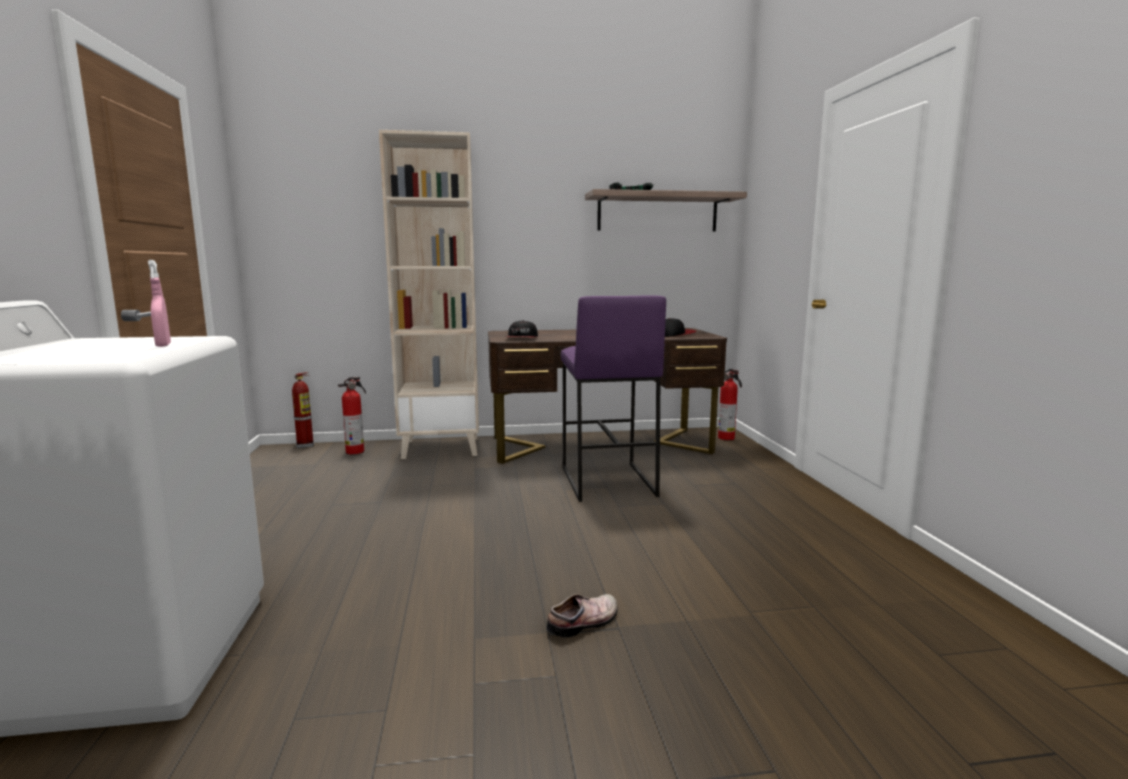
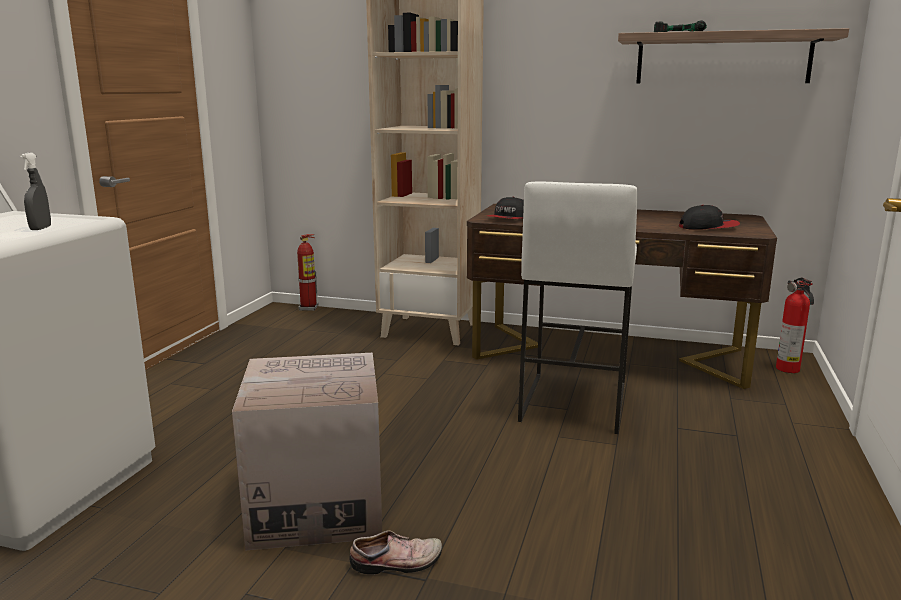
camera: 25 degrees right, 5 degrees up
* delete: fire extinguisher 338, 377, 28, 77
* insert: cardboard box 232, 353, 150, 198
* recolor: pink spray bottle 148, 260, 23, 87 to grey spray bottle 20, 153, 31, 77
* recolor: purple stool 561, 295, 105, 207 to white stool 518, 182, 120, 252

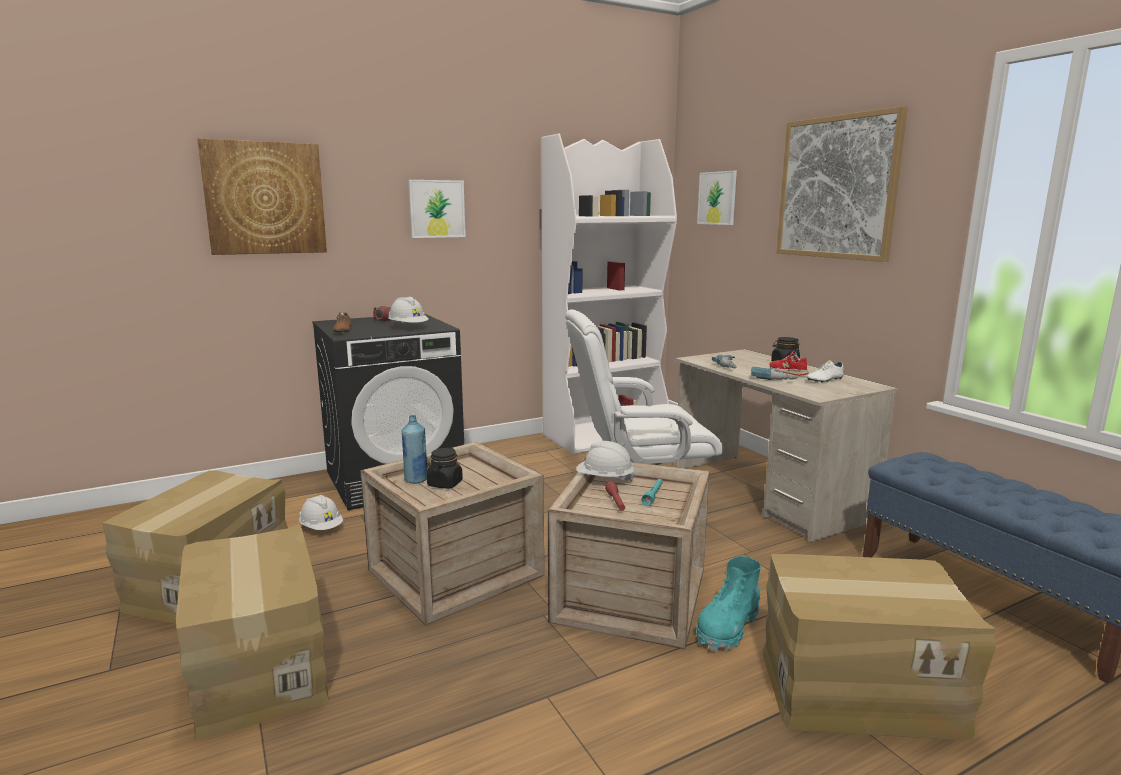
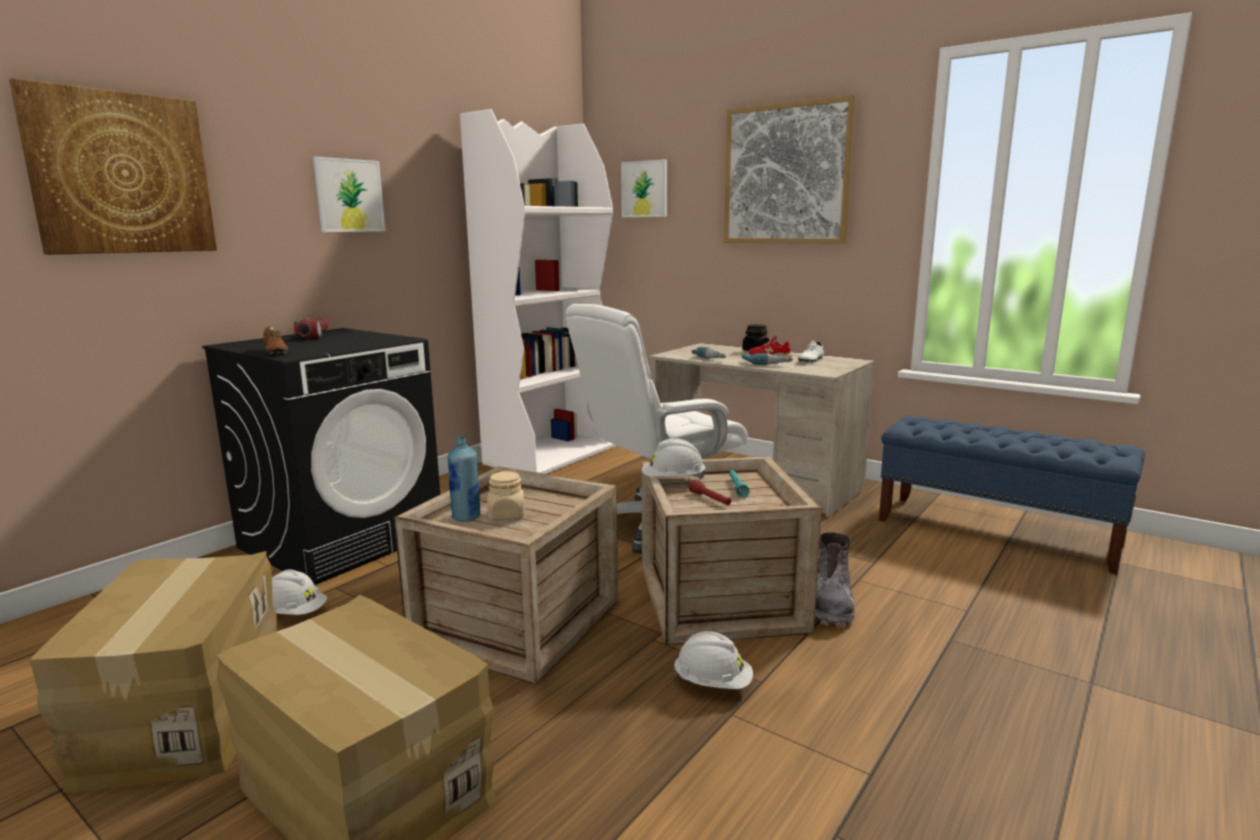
camera: 25 degrees left, 0 degrees up
* delete: cardboard box 763, 554, 233, 186
* move: white hard hat 388, 297, 41, 28 to 673, 631, 80, 58
* recolor: black jar 427, 448, 36, 40 to beige jar 487, 471, 37, 49
* recolor: turquoise boot 696, 556, 65, 95 to grey boot 815, 532, 40, 95

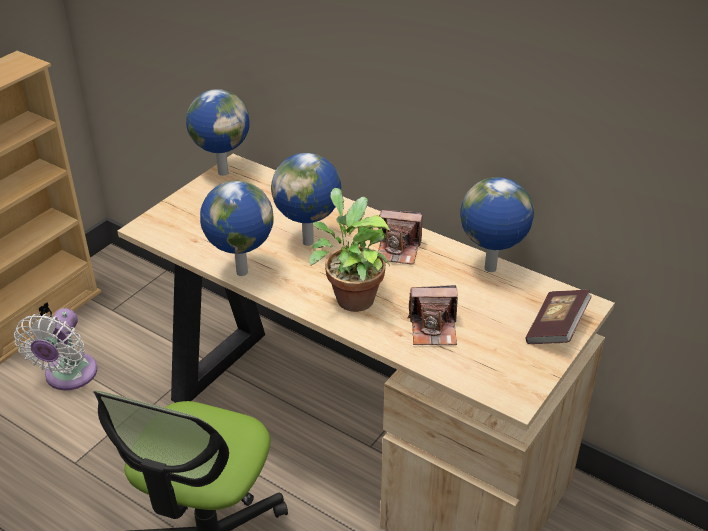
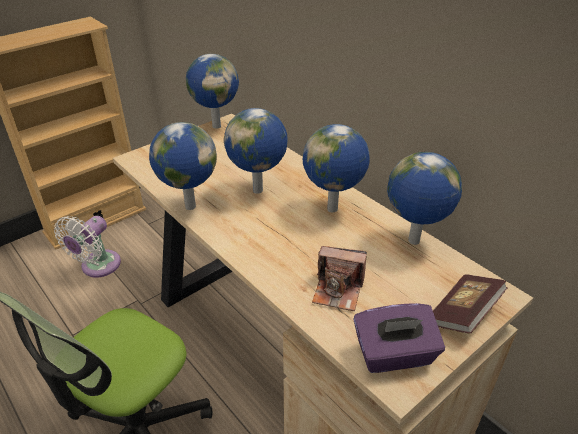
camera: 15 degrees right, 0 degrees up
* delete: potted plant 309, 188, 81, 124
* insert: purple tissue box 353, 303, 92, 70
* replace: photo camera 378, 210, 44, 55 to globe 303, 124, 67, 88

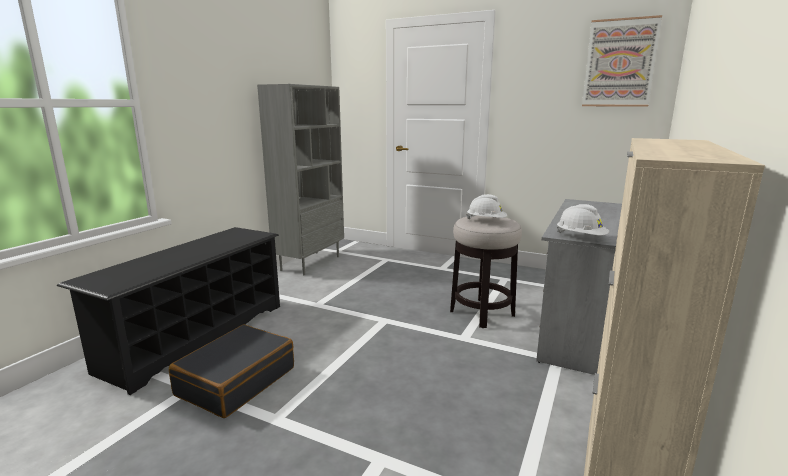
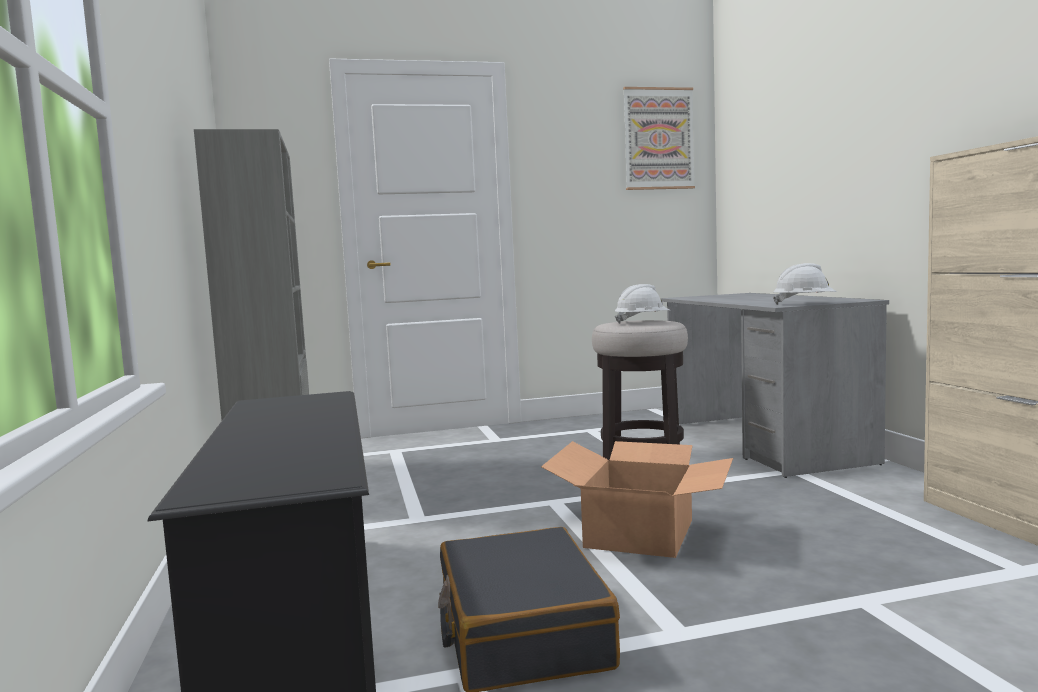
camera: 40 degrees left, 10 degrees down
* insert: cardboard box 541, 441, 192, 117

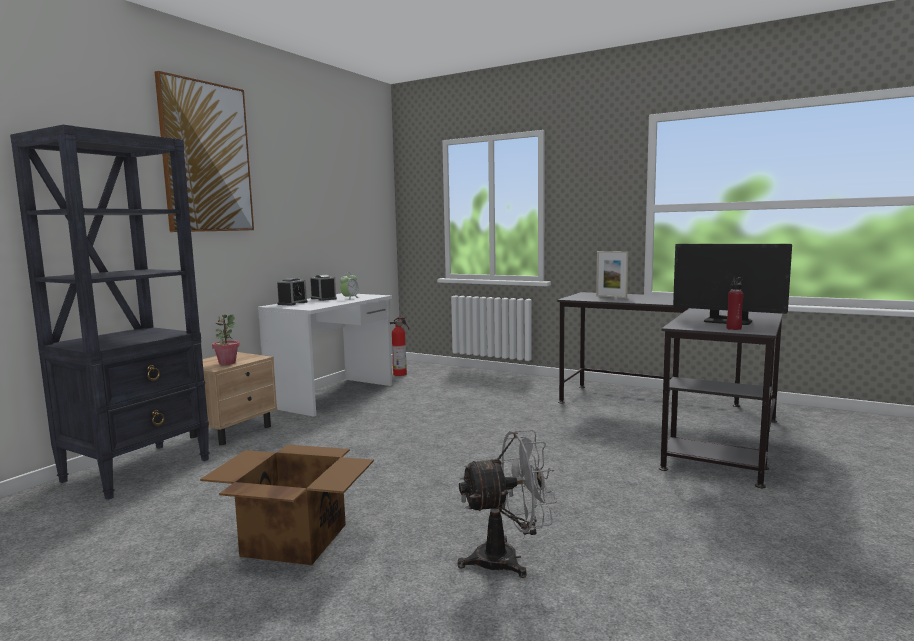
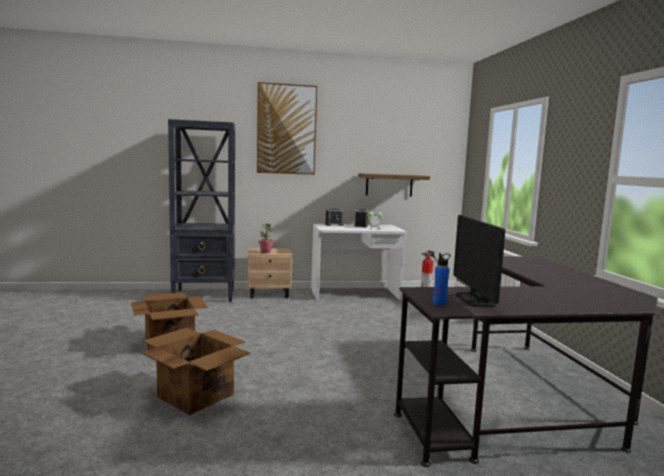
camera: 50 degrees right, 0 degrees up
* delete: picture frame 596, 251, 32, 47
* insert: shelf 359, 173, 71, 24
* replace: grey fan 457, 430, 100, 148 to cardboard box 141, 328, 109, 87
* recolor: red bottle 726, 277, 18, 53 to blue bottle 433, 253, 18, 53

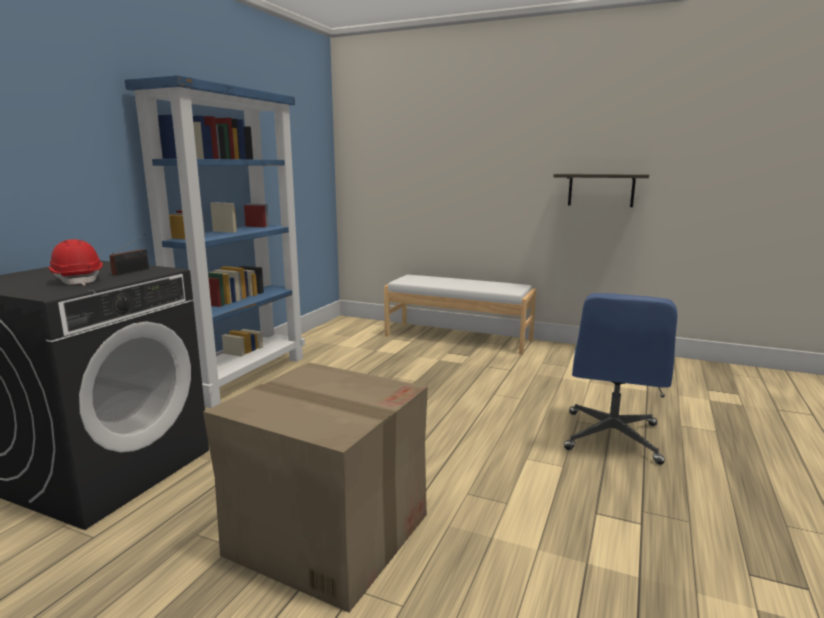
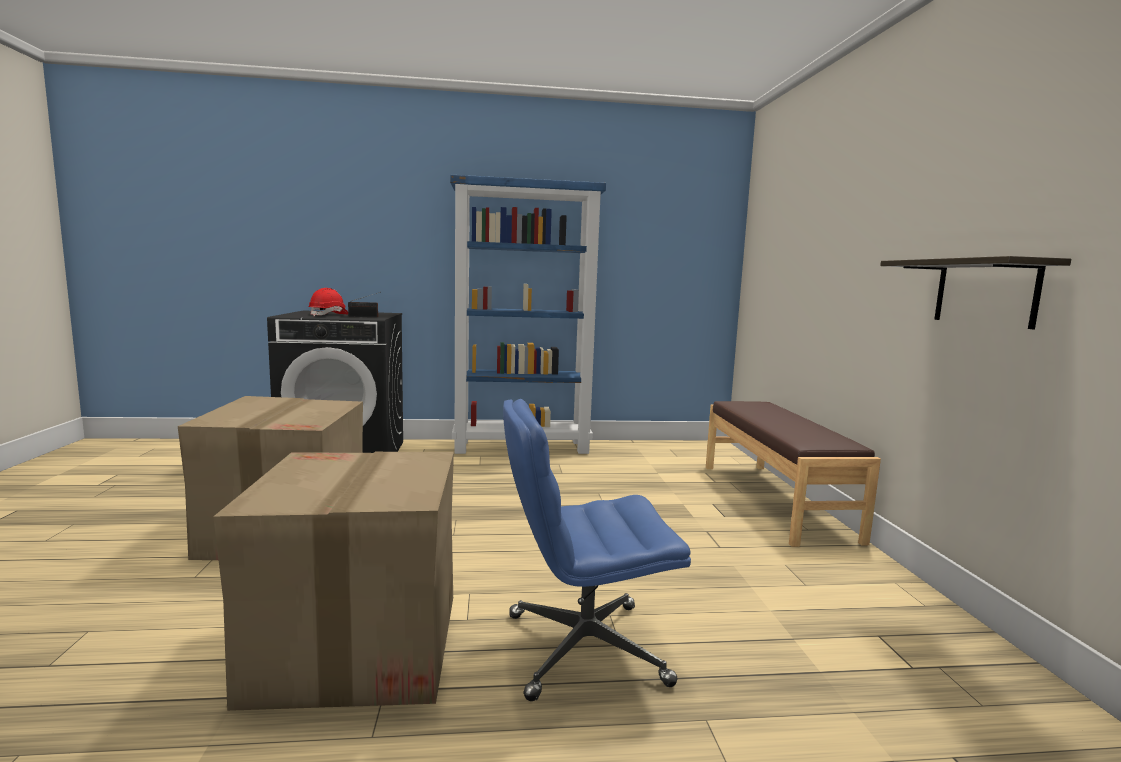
camera: 60 degrees right, 5 degrees down
* insert: cardboard box 213, 452, 241, 259
* recolor: white bench 384, 275, 152, 80 to brown bench 706, 401, 175, 146

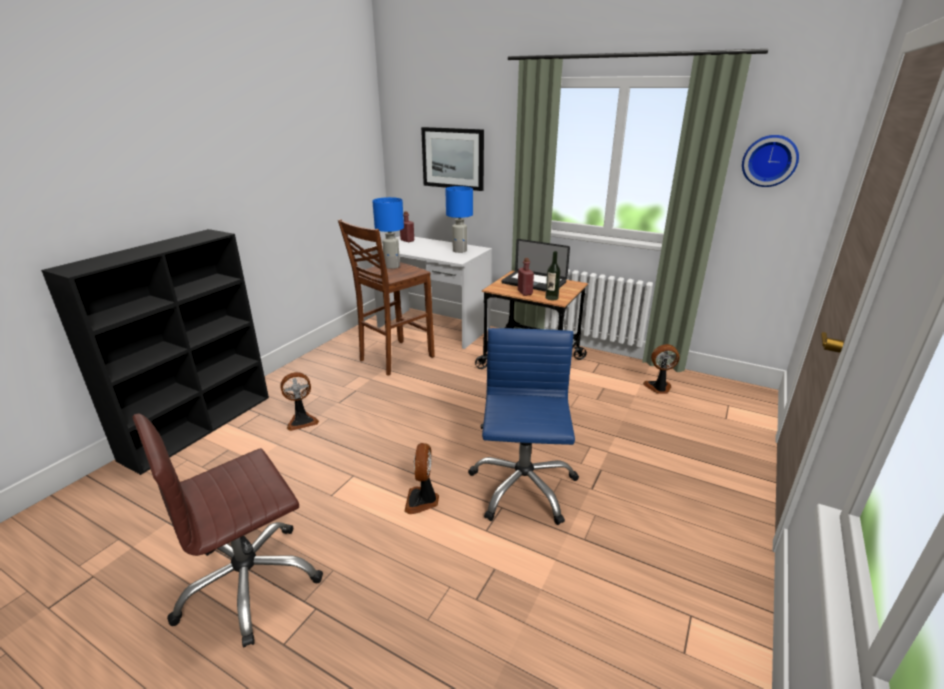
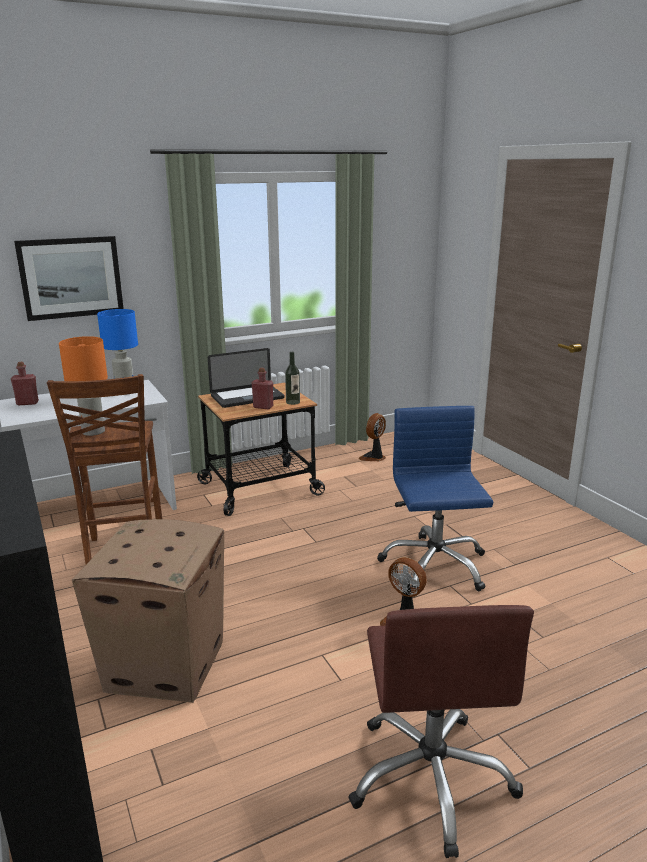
camera: 55 degrees left, 5 degrees down
* delete: wall clock 742, 135, 57, 52
* replace: fan 280, 372, 39, 59 to cardboard box 72, 519, 152, 184
* recolor: blue table lamp 372, 197, 32, 72 to orange table lamp 59, 336, 49, 100
* rotate: blue office chair 468, 328, 111, 197 = 377, 406, 116, 187 45 degrees clockwise

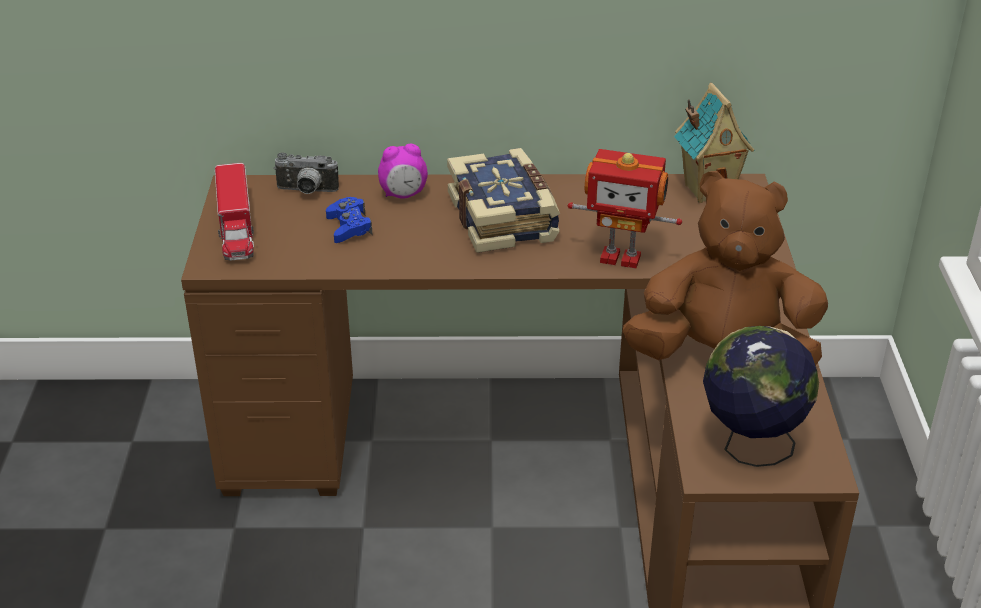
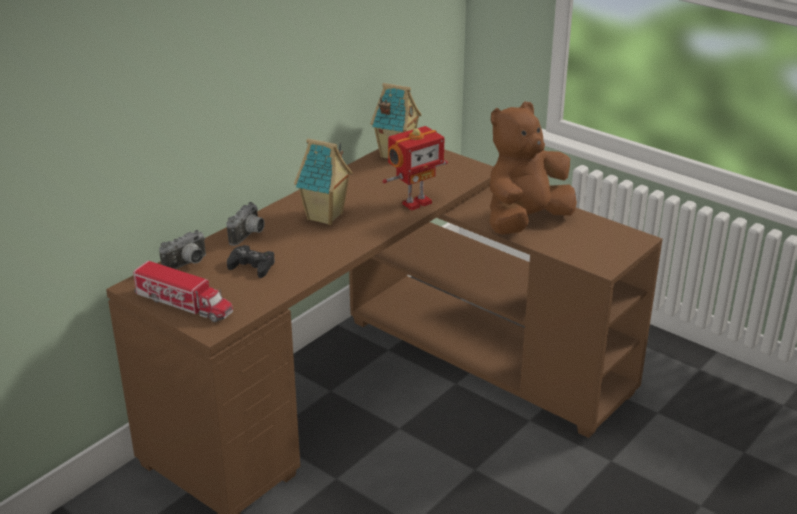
camera: 50 degrees left, 5 degrees down
* delete: globe 703, 326, 116, 141
* replace: alarm clock 378, 144, 50, 55 to photo camera 226, 202, 39, 44
* replace: book 447, 148, 113, 105 to toy house 294, 138, 59, 87
* recolor: blue game controller 326, 197, 47, 46 to black game controller 227, 245, 48, 33

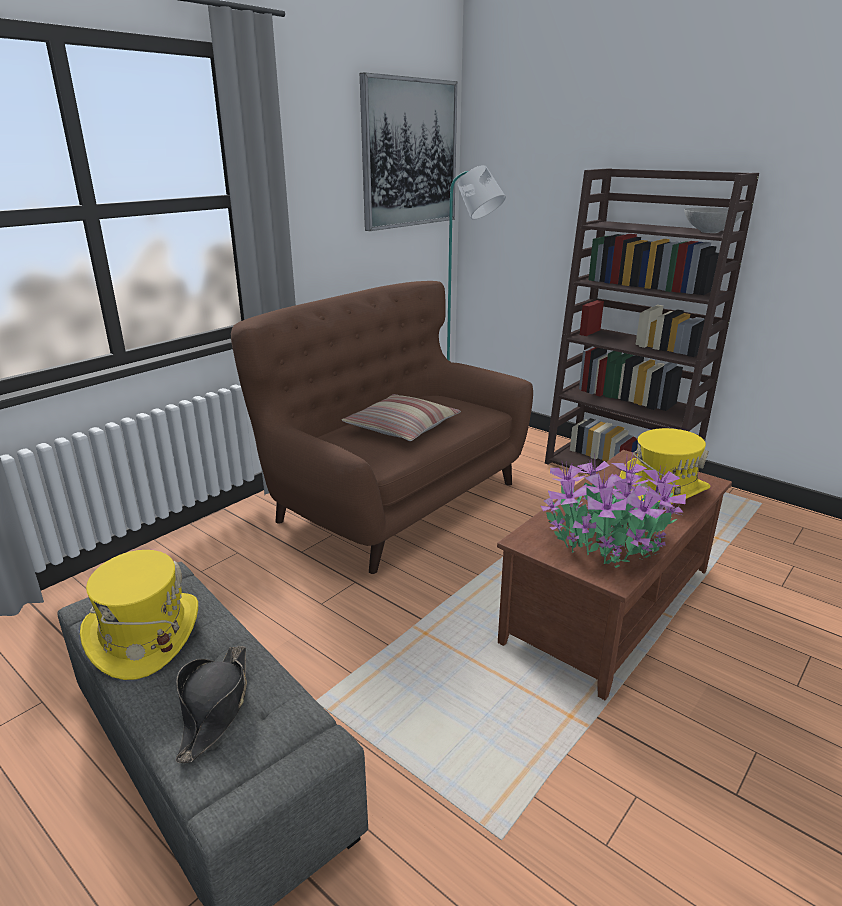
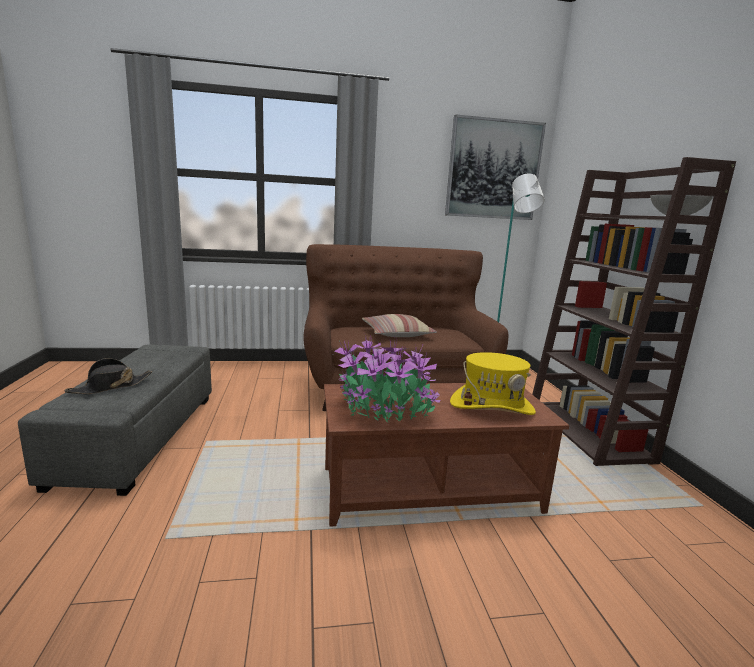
camera: 40 degrees right, 10 degrees down
* delete: yellow hat 80, 550, 118, 130

